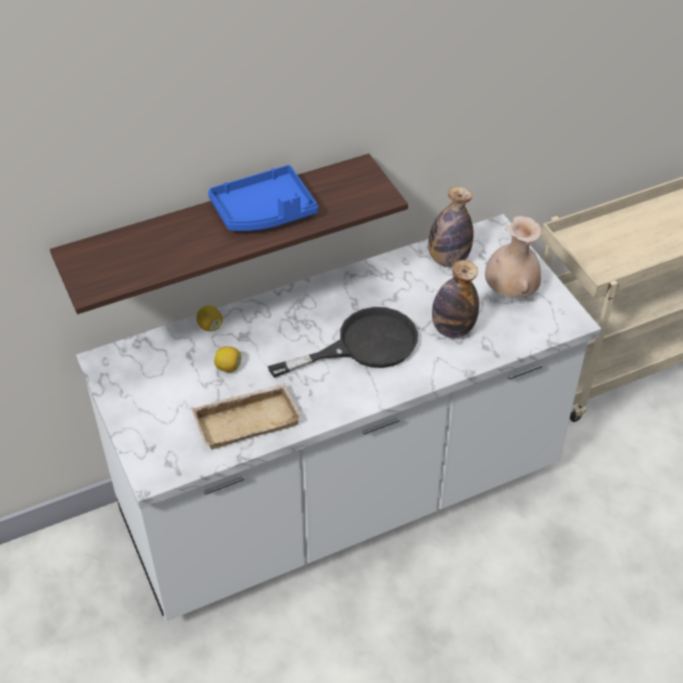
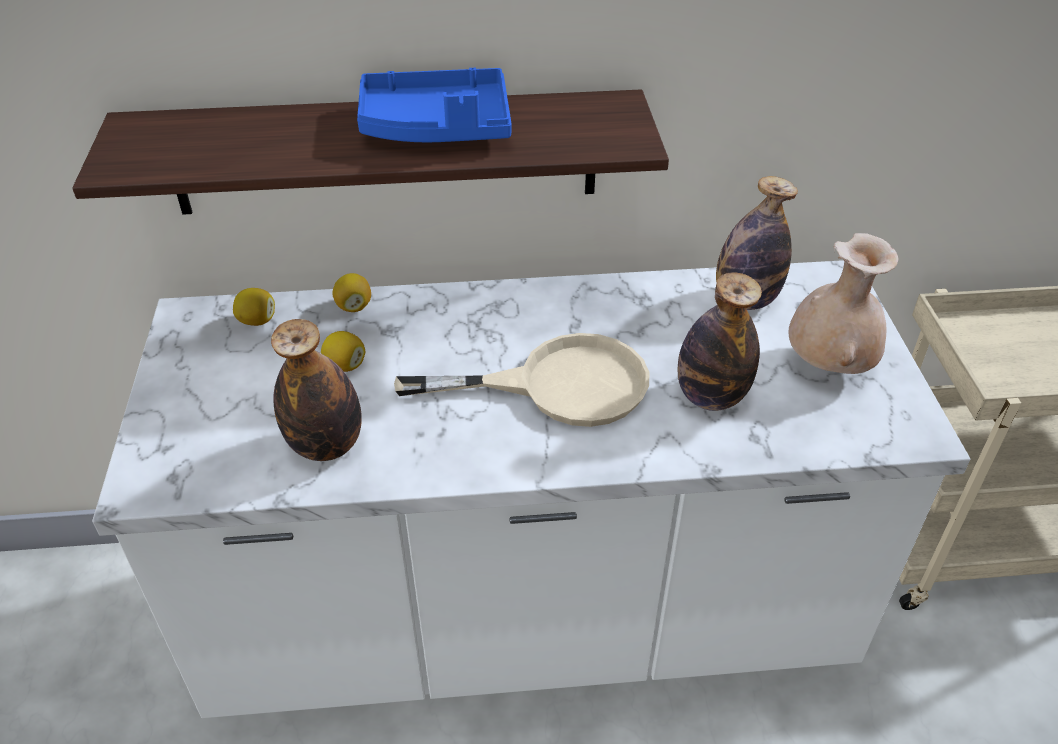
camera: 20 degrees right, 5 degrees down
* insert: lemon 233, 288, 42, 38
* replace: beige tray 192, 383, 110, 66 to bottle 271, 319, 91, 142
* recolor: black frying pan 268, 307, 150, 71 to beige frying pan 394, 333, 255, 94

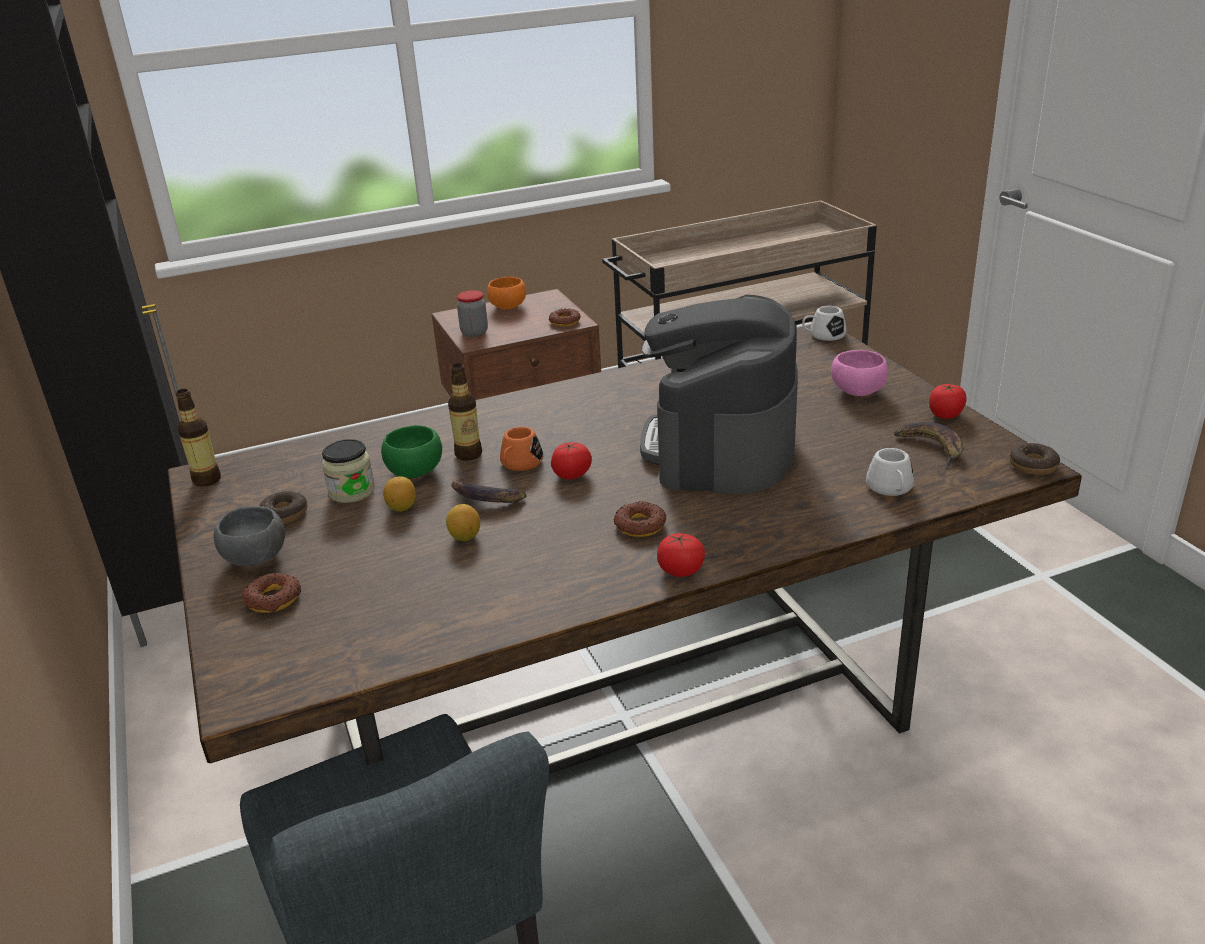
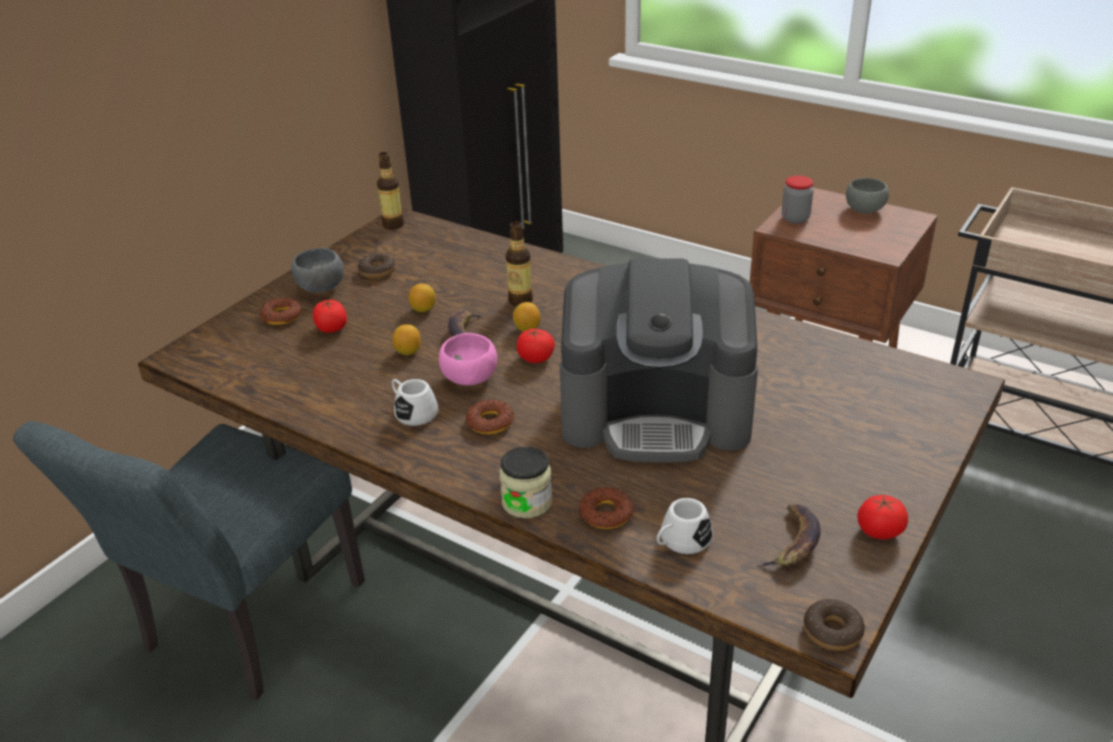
camera: 55 degrees right, 5 degrees up
* delete: green bowl 381, 425, 61, 53
* move: jar 322, 439, 53, 64 to 499, 447, 53, 71
* move: donut 548, 308, 33, 19 to 579, 487, 55, 42
* move: tomato 657, 533, 48, 44 to 313, 300, 34, 33
* move: white mug 802, 306, 44, 35 to 392, 379, 47, 47
* move: pink bowl 831, 350, 57, 46 to 439, 333, 58, 52
* replace: orange mug 500, 427, 43, 44 to lemon 513, 302, 27, 30
* recolor: orange bowl 487, 277, 39, 32 to grey bowl 846, 178, 43, 36
* rotate: coffee machine 640, 295, 158, 199 = 560, 258, 198, 204 150 degrees counterclockwise

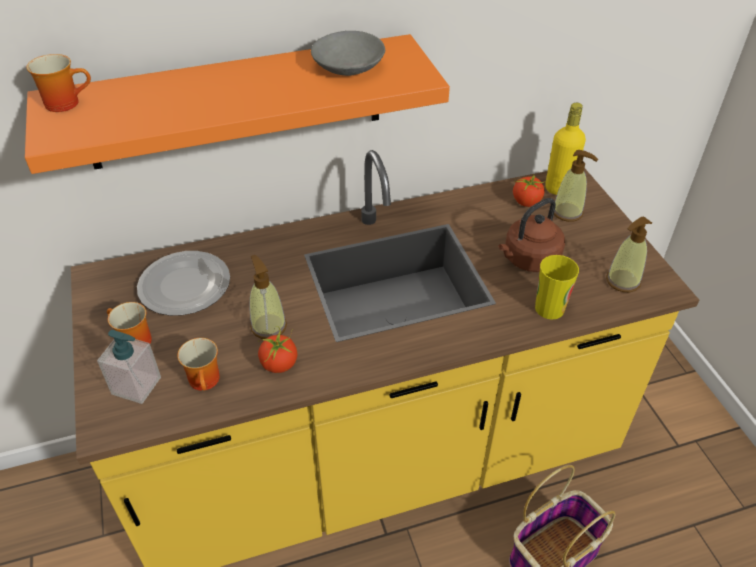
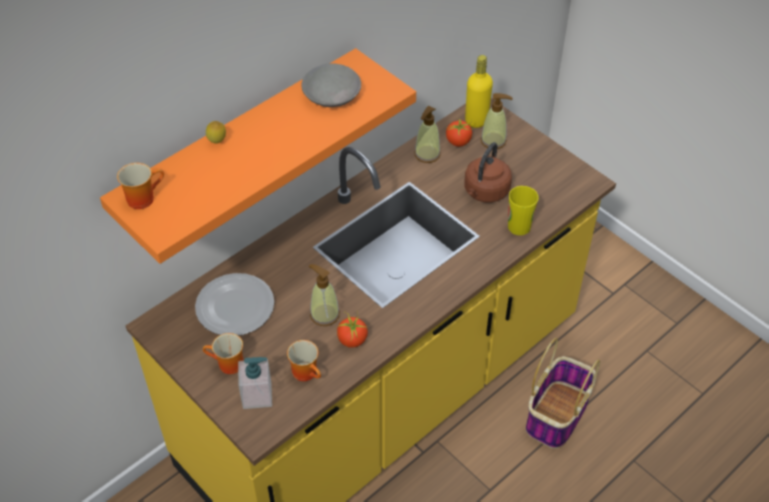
camera: 25 degrees left, 5 degrees up
* insert: lemon 206, 121, 20, 23
* move: soap dispenser 606, 217, 46, 75 to 415, 106, 26, 57

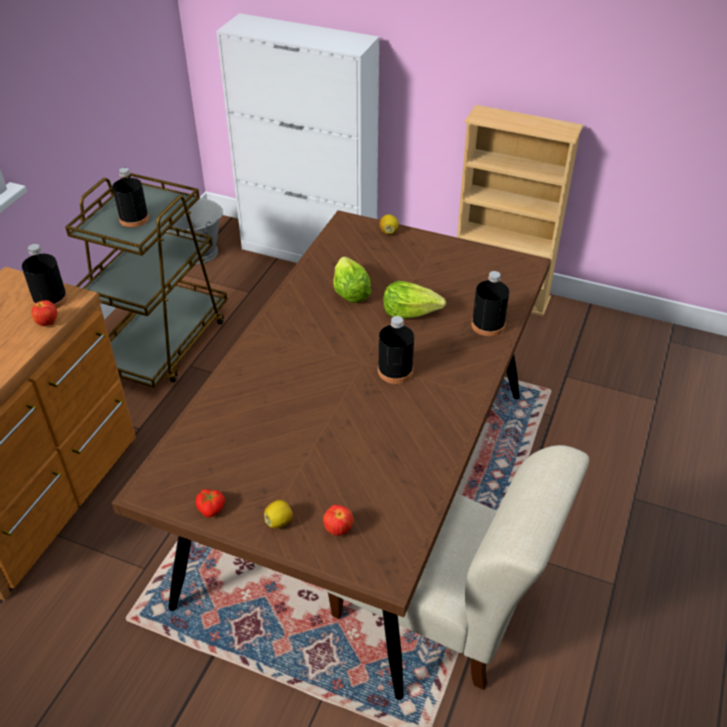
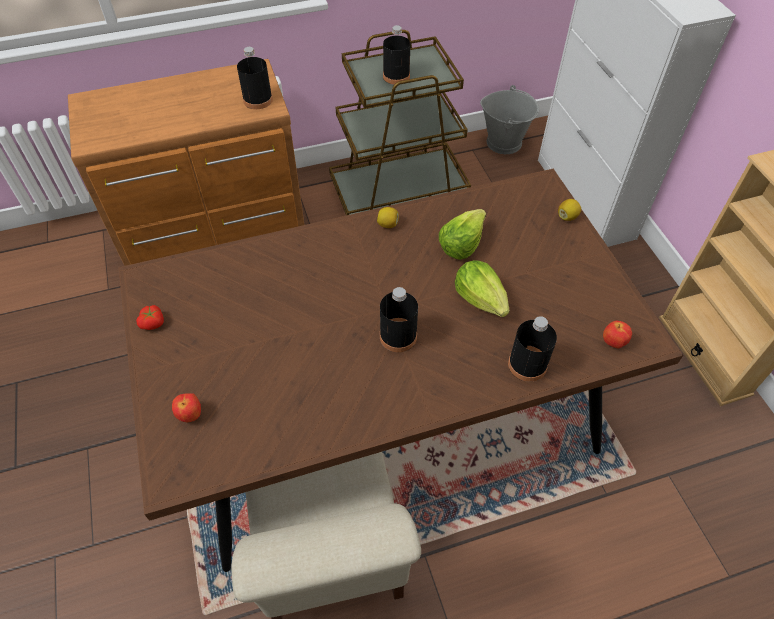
camera: 50 degrees right, 10 degrees up
* move: apple 31, 300, 26, 26 to 603, 321, 29, 28
* move: lemon 264, 500, 29, 28 to 377, 207, 22, 21

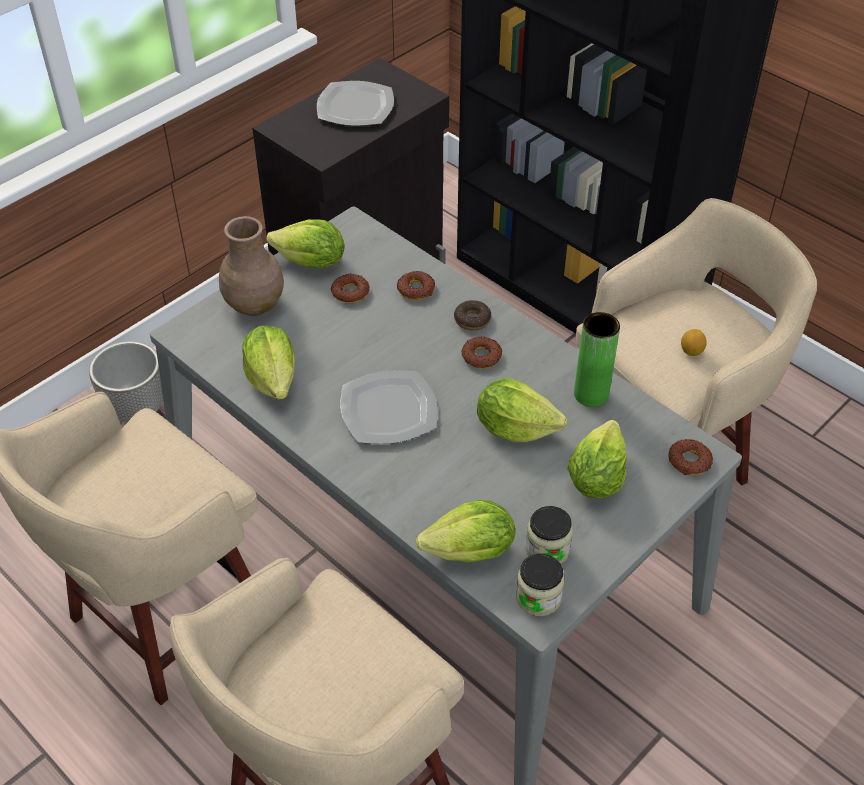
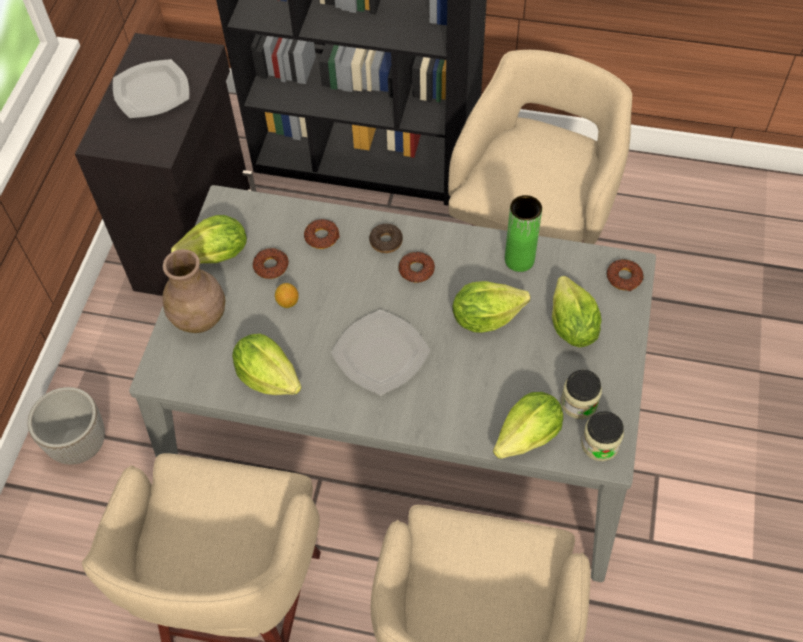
camera: 30 degrees left, 10 degrees up
* move: lemon 681, 329, 26, 27 to 275, 283, 24, 25

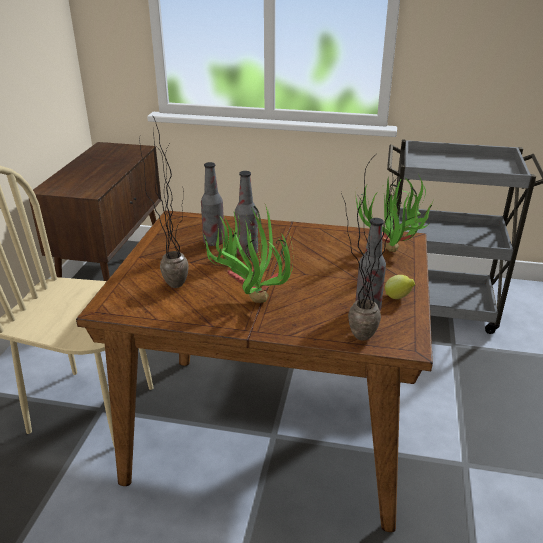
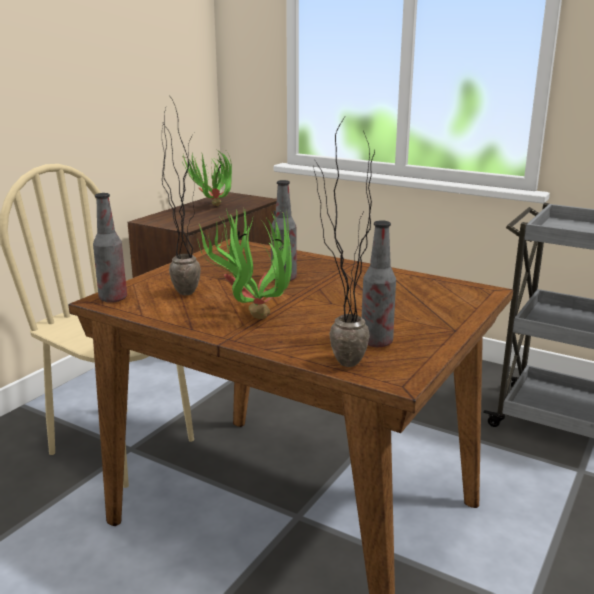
camera: 20 degrees right, 10 degrees down
* delete: lemon 385, 275, 30, 24
* move: bottle 201, 162, 23, 84 to 93, 193, 34, 110
* move: potted plant 355, 176, 78, 76 to 182, 152, 50, 54

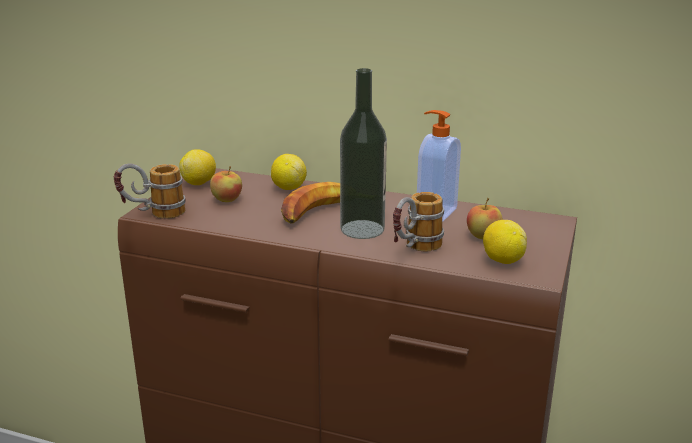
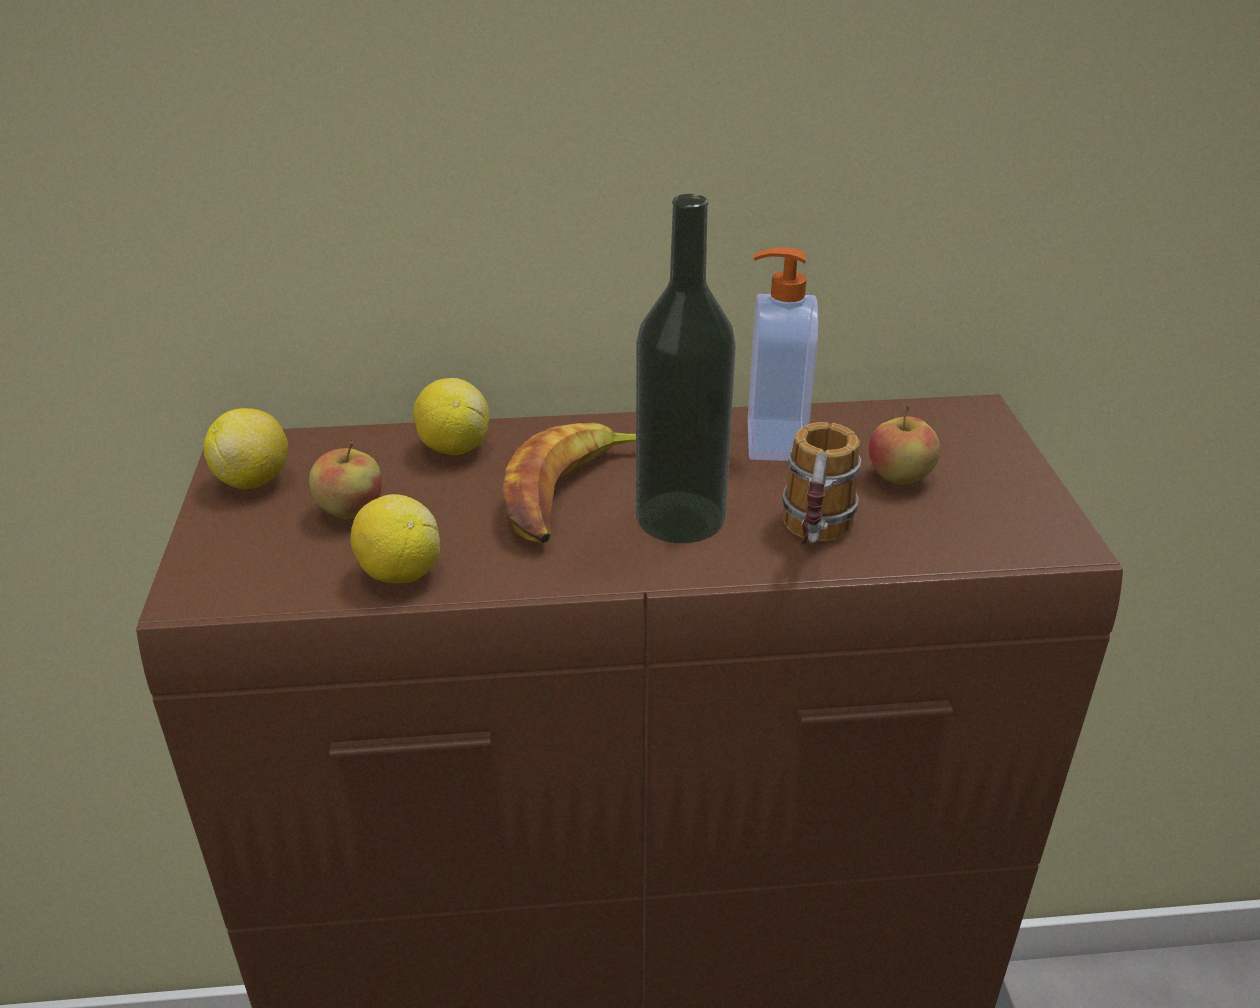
camera: 25 degrees left, 10 degrees up
* delete: mug 113, 163, 73, 56
* move: lemon 483, 220, 44, 44 to 350, 494, 90, 89

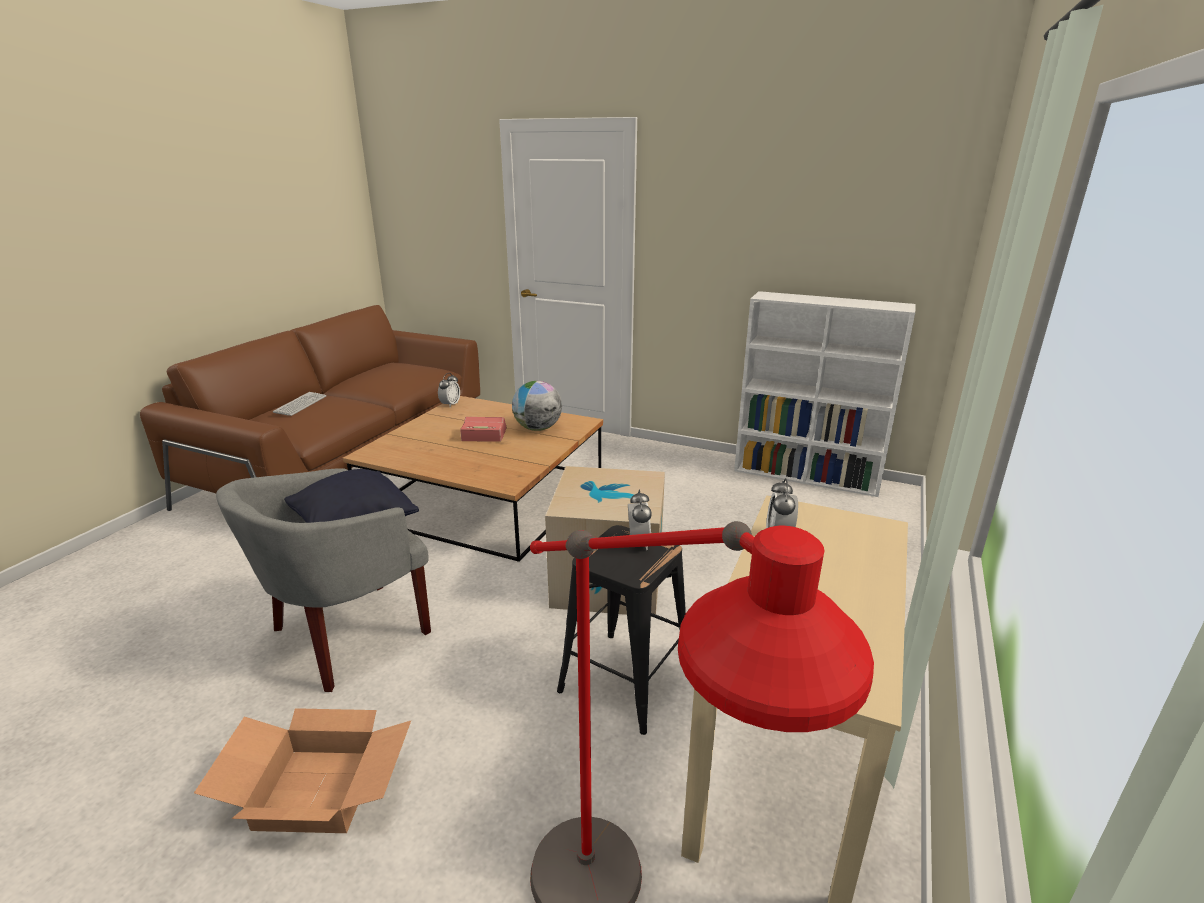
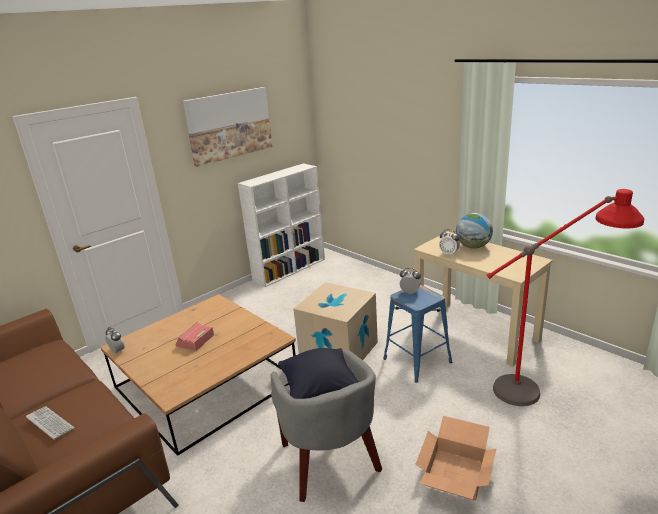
camera: 65 degrees left, 0 degrees up
* insert: picture 183, 87, 90, 80
* move: globe 512, 381, 50, 50 to 456, 213, 37, 36
* recolor: black stool 557, 525, 129, 210 to blue stool 383, 285, 69, 97

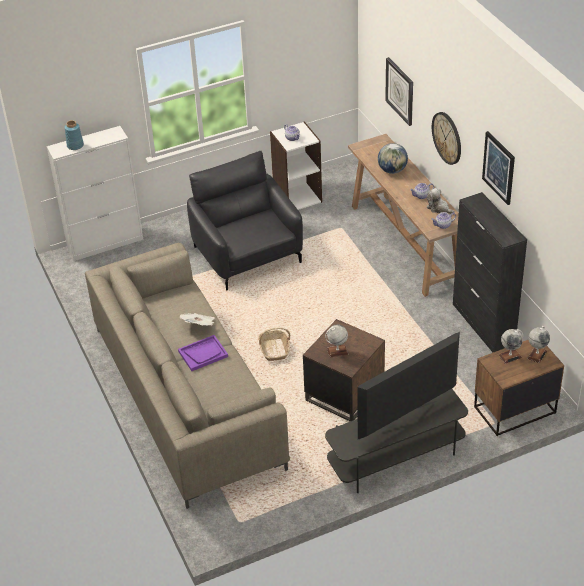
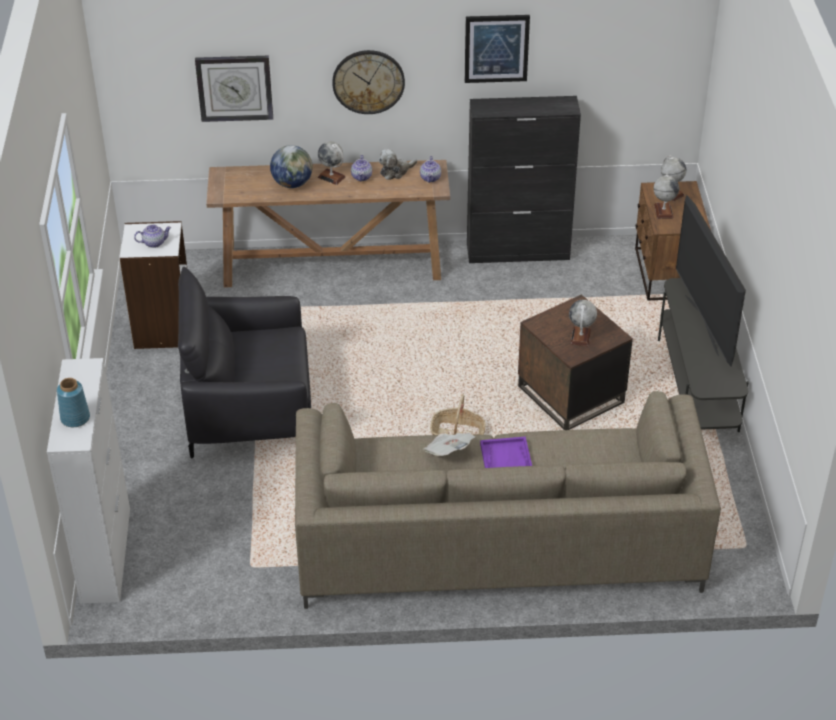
camera: 70 degrees left, 0 degrees up
* insert: globe 318, 141, 28, 44

